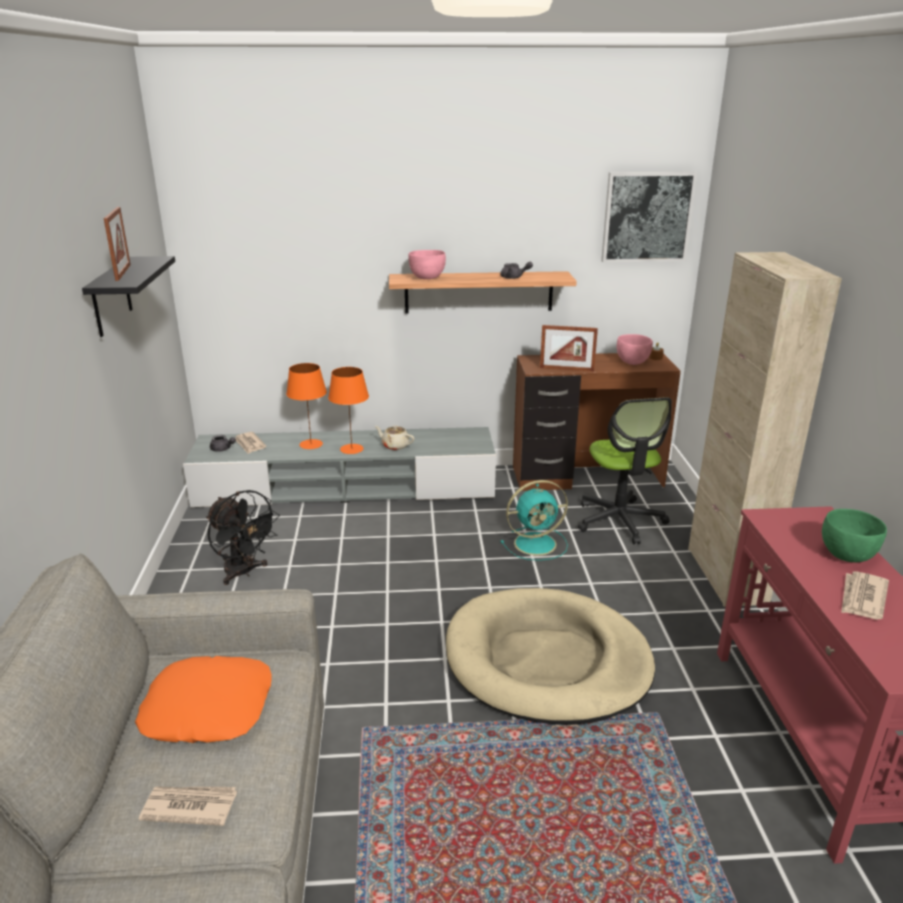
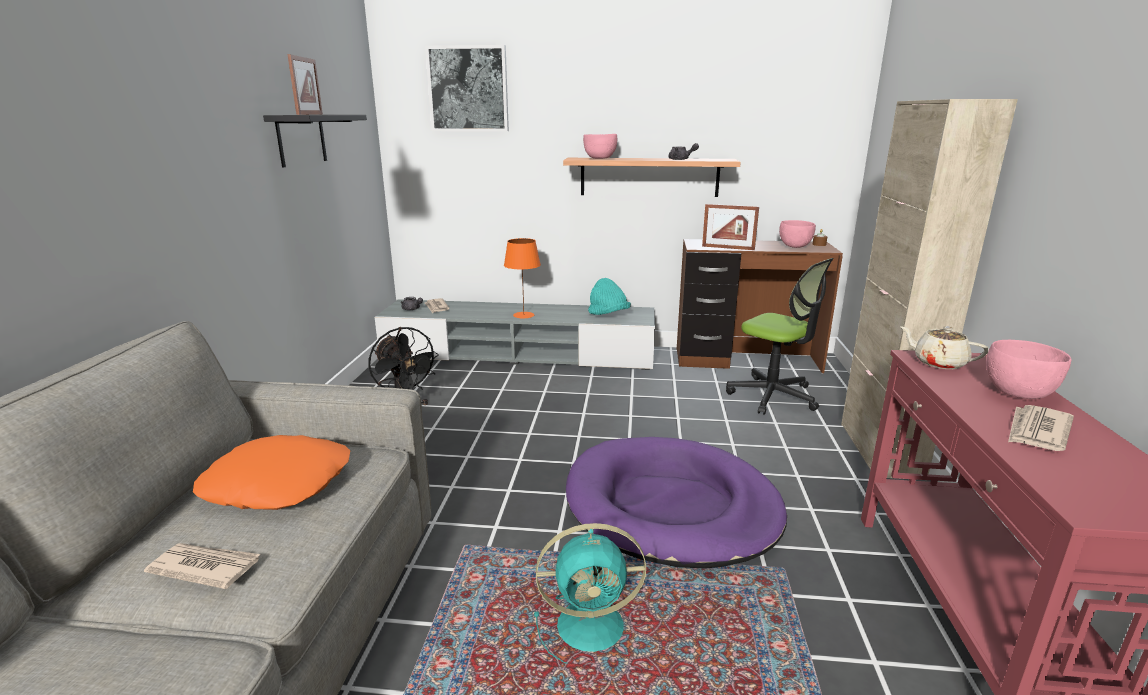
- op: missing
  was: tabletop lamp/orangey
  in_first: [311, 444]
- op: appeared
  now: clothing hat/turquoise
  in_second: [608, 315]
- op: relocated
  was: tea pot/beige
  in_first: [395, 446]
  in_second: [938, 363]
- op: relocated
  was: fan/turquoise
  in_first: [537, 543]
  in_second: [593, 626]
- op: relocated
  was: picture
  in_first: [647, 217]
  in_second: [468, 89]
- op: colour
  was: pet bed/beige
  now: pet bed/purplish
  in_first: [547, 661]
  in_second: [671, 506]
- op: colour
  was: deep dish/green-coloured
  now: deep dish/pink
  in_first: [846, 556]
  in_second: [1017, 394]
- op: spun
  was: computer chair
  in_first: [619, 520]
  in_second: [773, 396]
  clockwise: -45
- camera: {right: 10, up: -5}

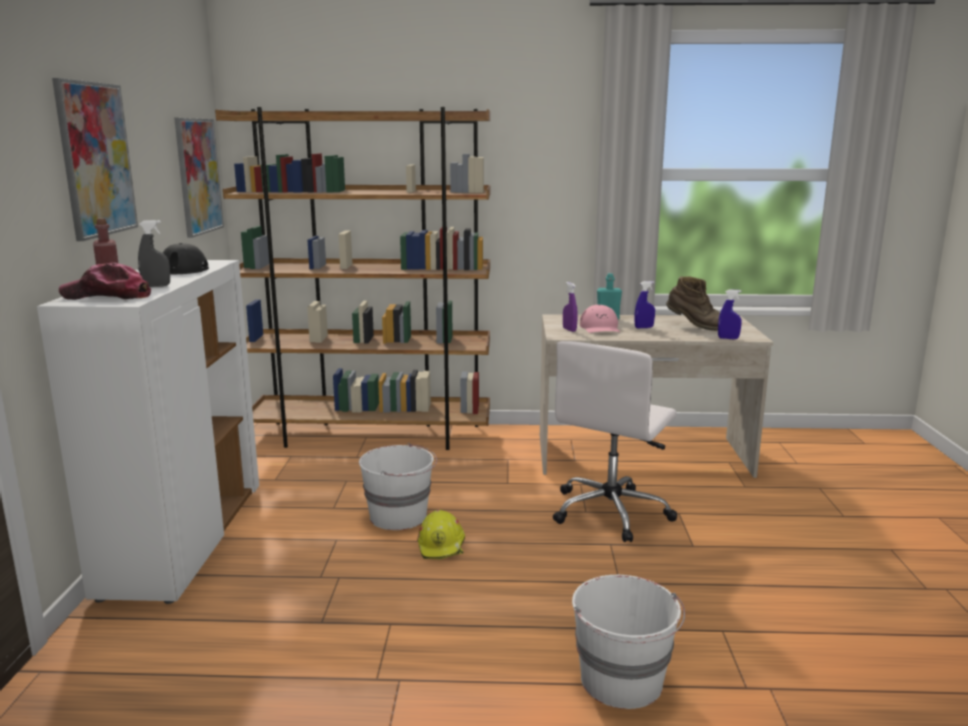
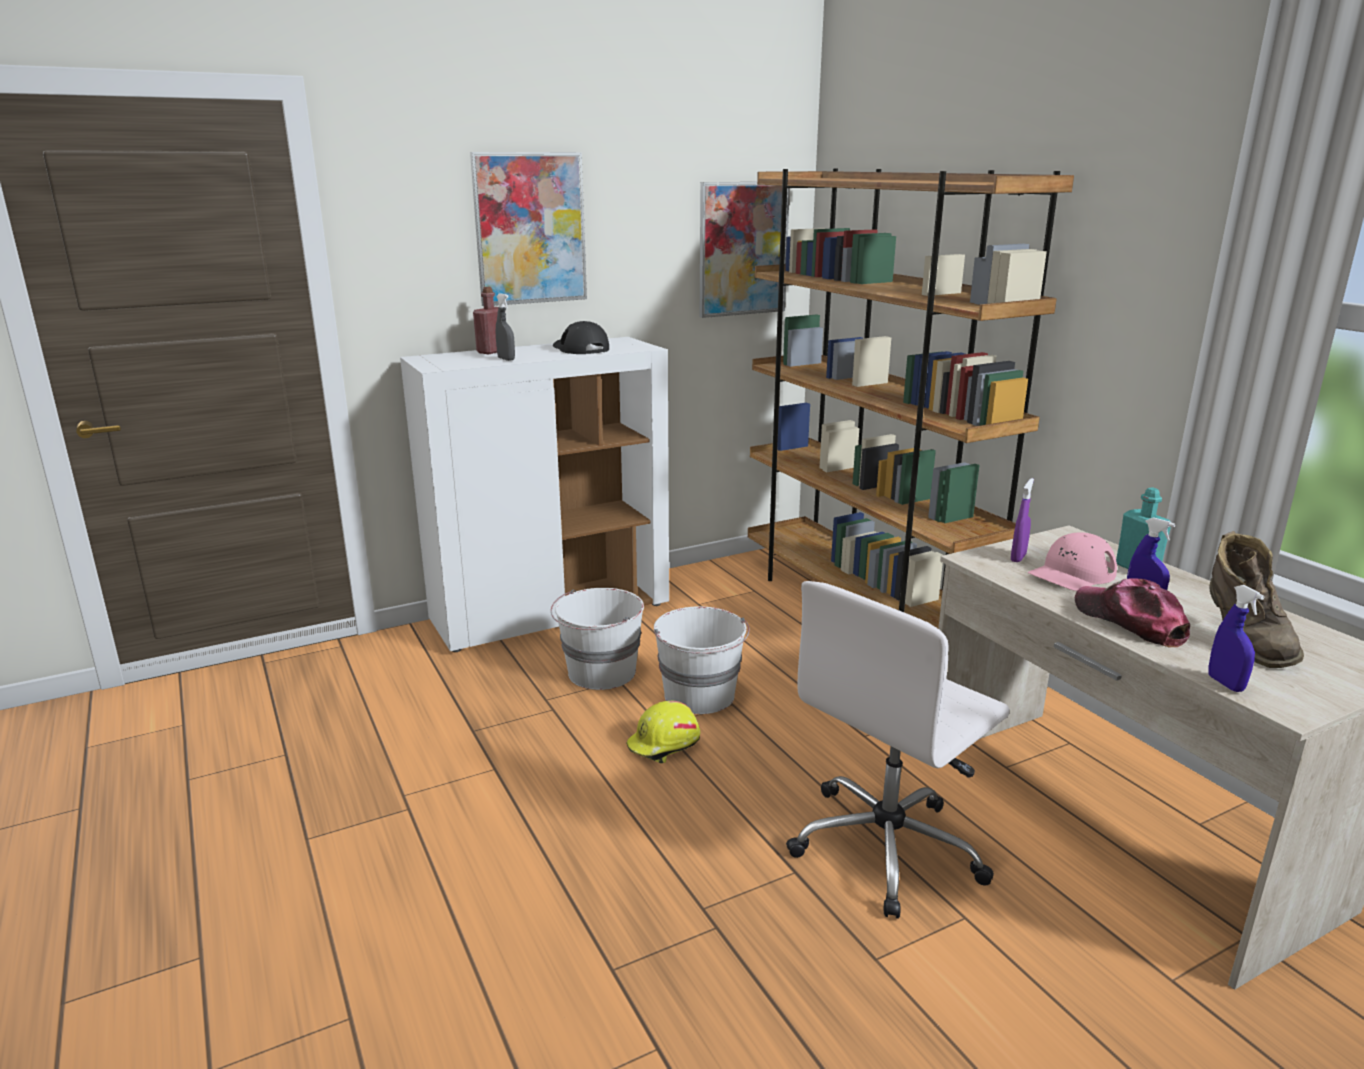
- op: relocated
  was: peaked cap
  in_first: [107, 296]
  in_second: [1130, 622]
- op: relocated
  was: pail/white
  in_first: [622, 681]
  in_second: [600, 673]
- op: spun
  was: computer chair/white
  in_first: [611, 512]
  in_second: [888, 847]
  clockwise: -45
- camera: {right: 60, up: 5}

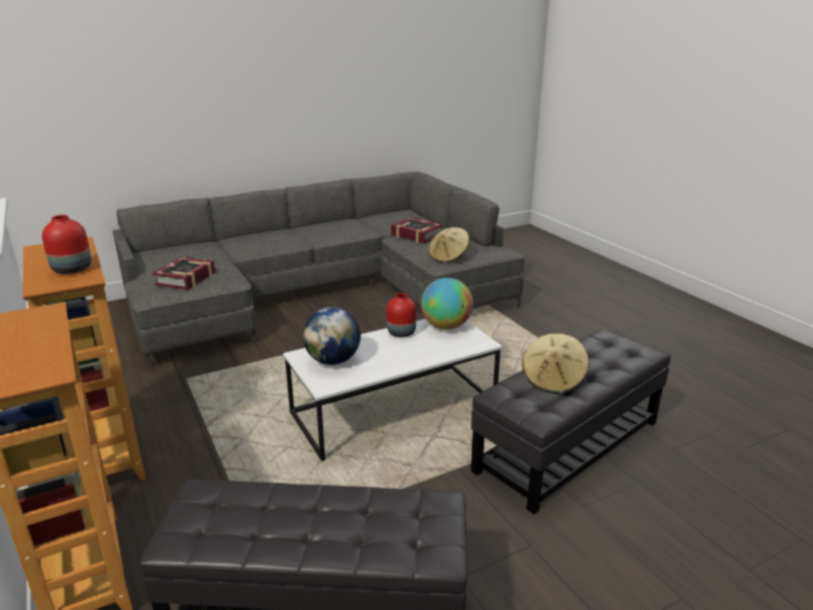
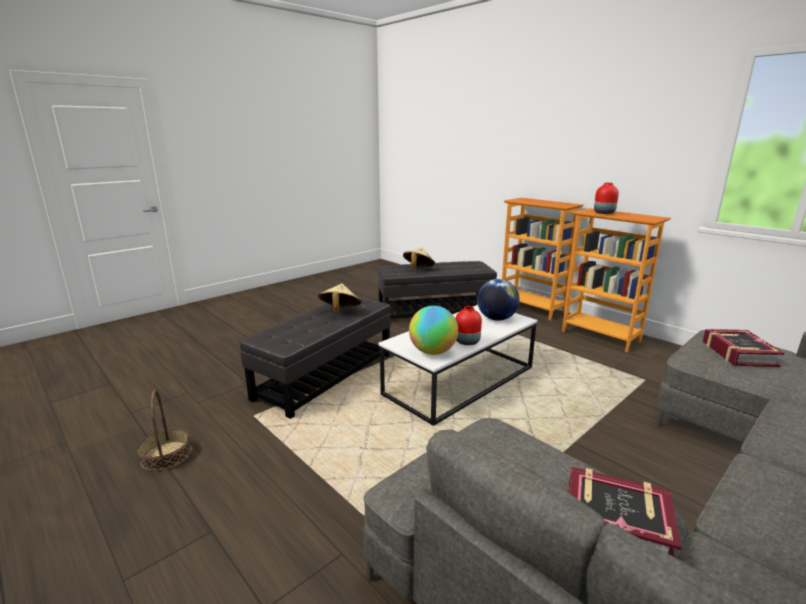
- op: appeared
  now: household basket
  in_second: [166, 455]
- op: relocated
  was: clothing hat/beige
  in_first: [448, 257]
  in_second: [418, 269]
- camera: {right: 165, up: -5}

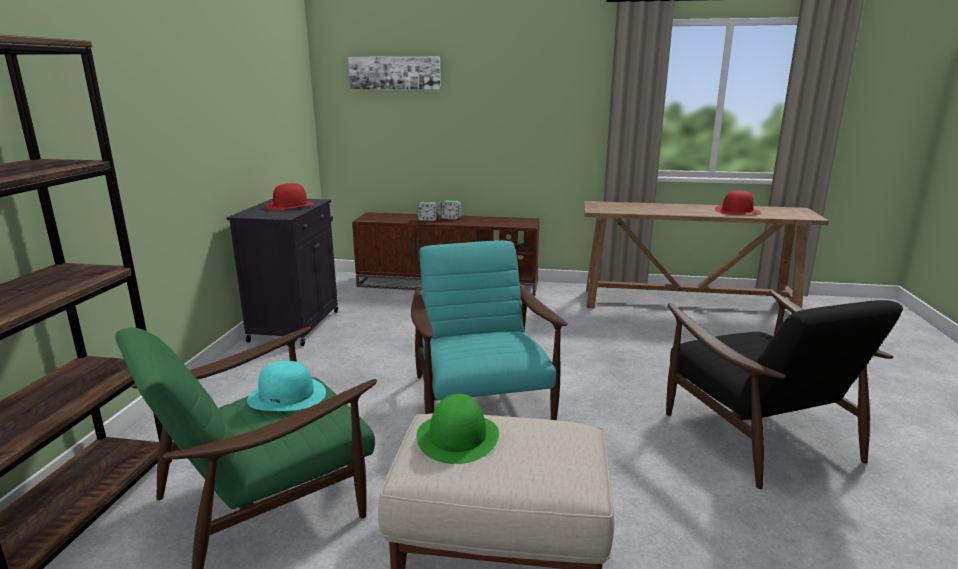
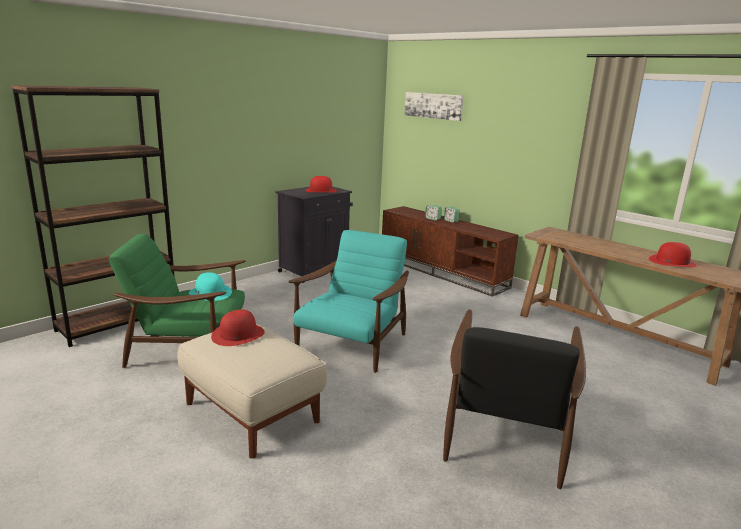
- op: colour
  was: clothing hat/green-coloured
  now: clothing hat/red
  in_first: [458, 437]
  in_second: [238, 334]
- camera: {right: 35, up: 0}

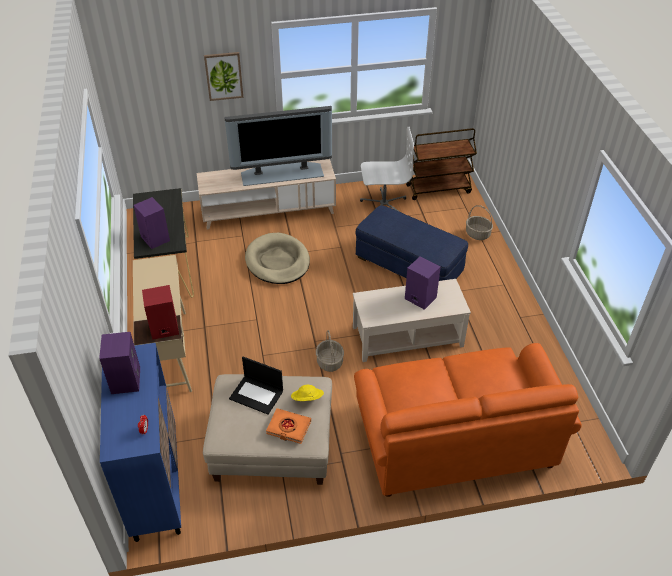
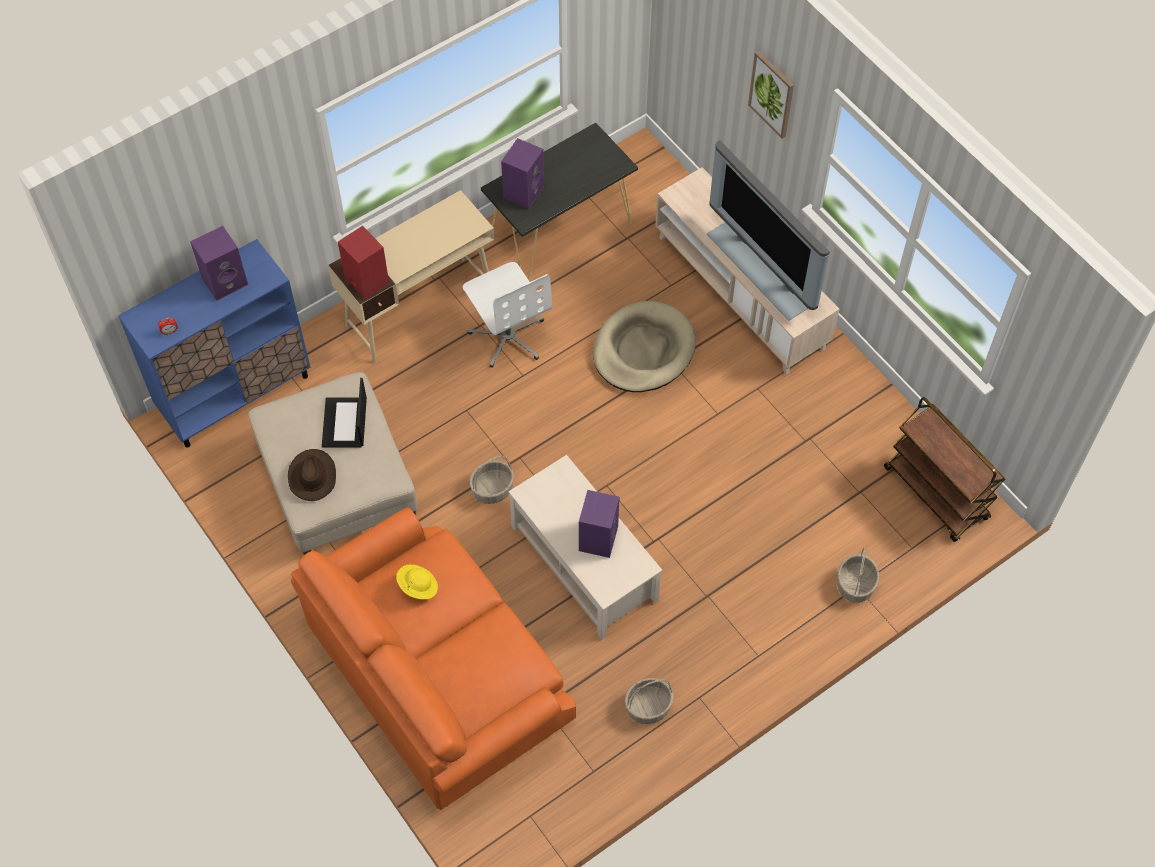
- op: missing
  was: ottoman/bluish
  in_first: [409, 265]
- op: appeared
  now: household basket
  in_second: [648, 707]
- op: relocated
  was: clothing hat/yellow
  in_first: [307, 399]
  in_second: [417, 586]
- op: relocated
  was: computer chair/white
  in_first: [383, 204]
  in_second: [508, 336]
- op: exchanged
  was: volume/orangey
  now: clothing hat/brown-coloured
  in_first: [288, 428]
  in_second: [312, 476]
- camera: {right: 65, up: 15}

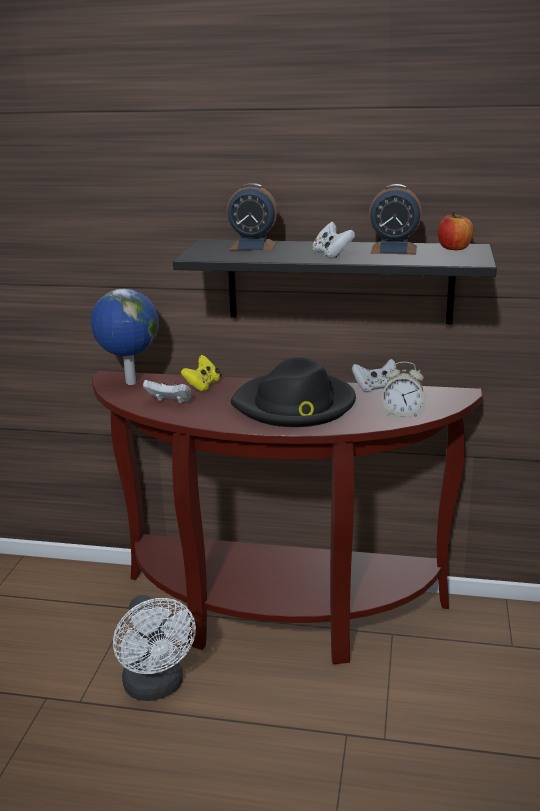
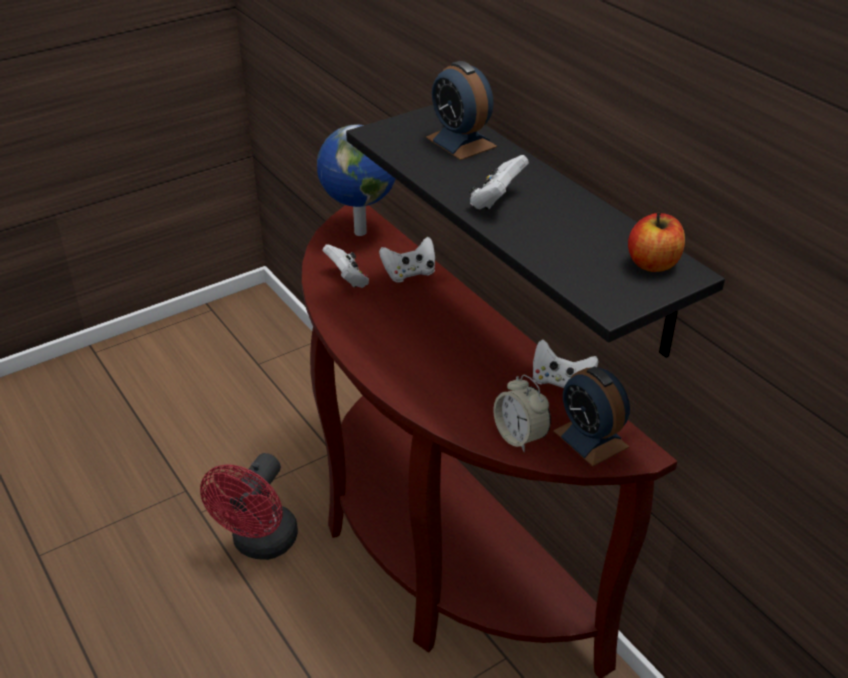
- op: missing
  was: clothing hat/black-coloured
  in_first: [295, 405]
- op: relocated
  was: alarm clock
  in_first: [394, 250]
  in_second: [590, 439]
- op: colour
  was: fan/white
  now: fan/red
  in_first: [156, 687]
  in_second: [260, 544]
- op: colour
  was: gamepad/yellow
  now: gamepad/white
  in_first: [202, 385]
  in_second: [409, 273]
- camera: {right: 45, up: 15}

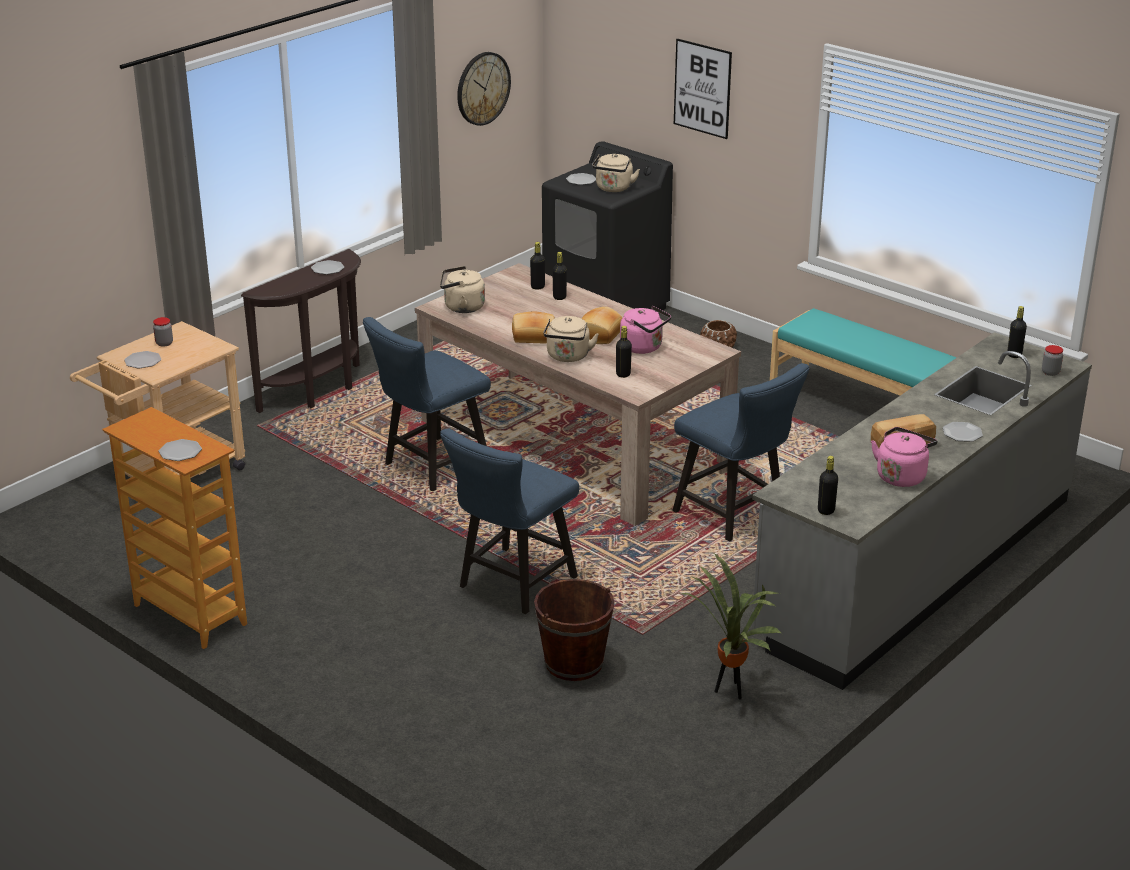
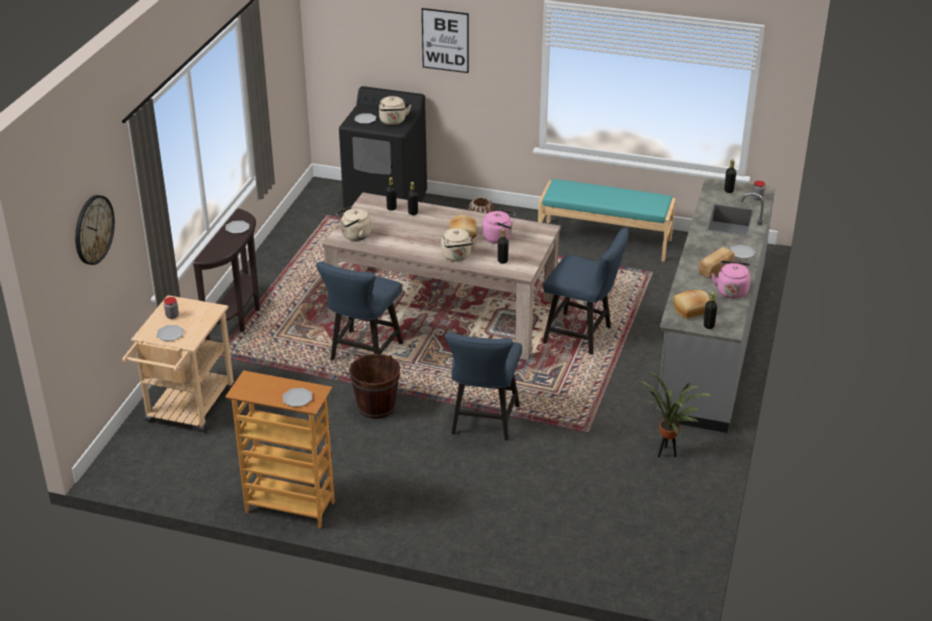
- op: relocated
  was: wall clock
  in_first: [482, 88]
  in_second: [93, 229]
- op: relocated
  was: bakery bread
  in_first: [533, 337]
  in_second: [691, 310]
- op: relocated
  was: pail/brown-coloured
  in_first: [574, 663]
  in_second: [376, 407]
- camera: {right: -25, up: 5}

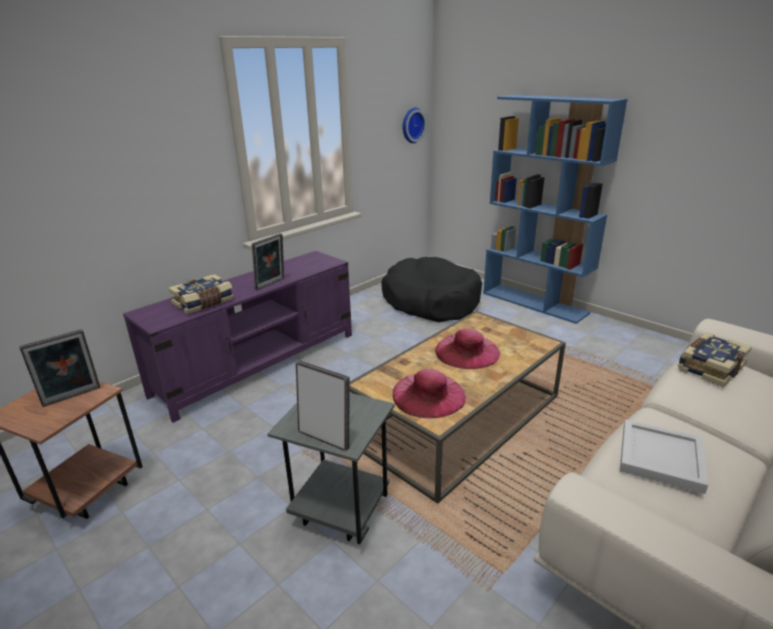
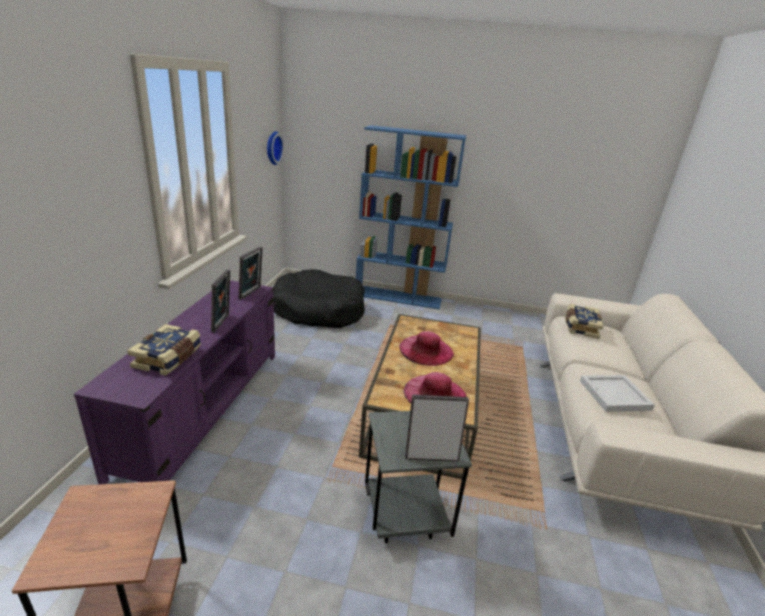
- op: relocated
  was: picture frame
  in_first: [72, 397]
  in_second: [251, 293]
- camera: {right: -35, up: 0}

